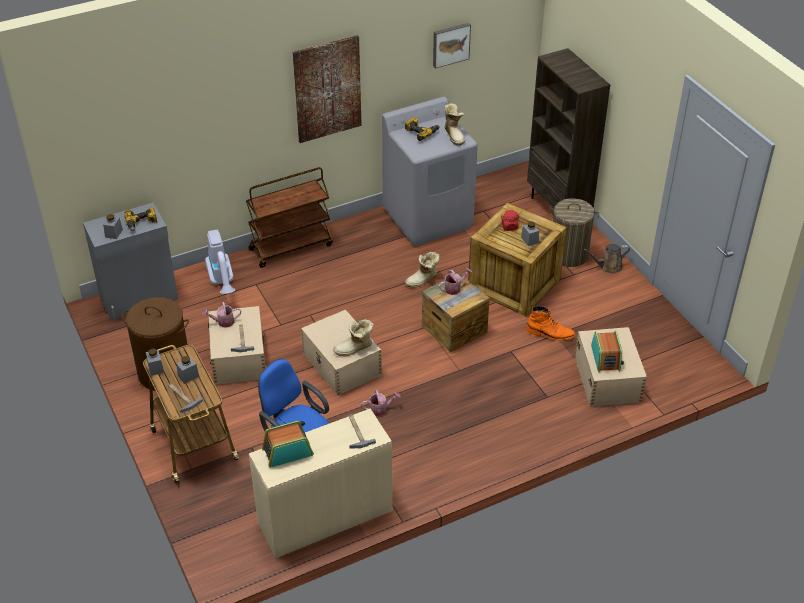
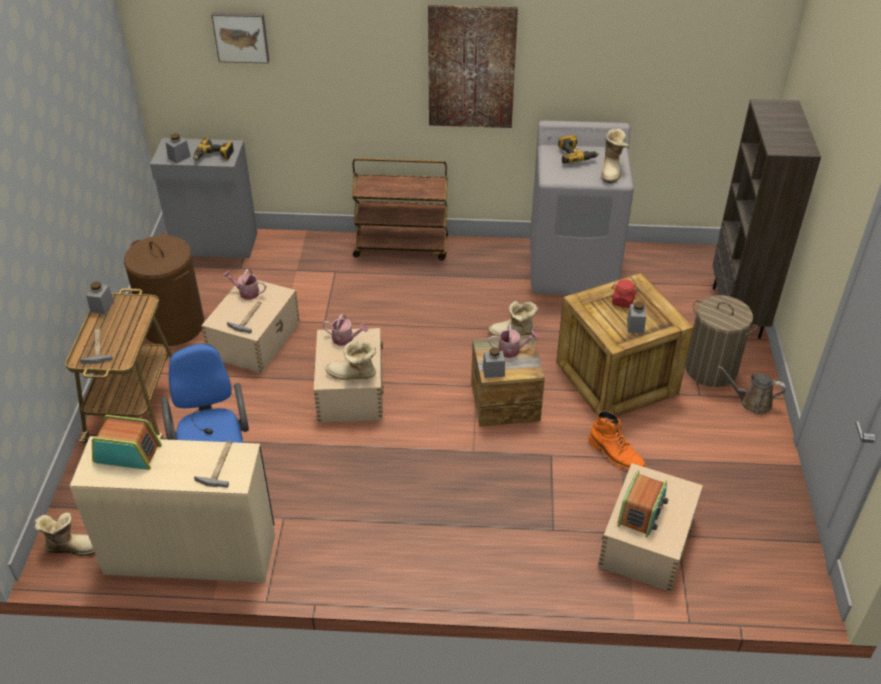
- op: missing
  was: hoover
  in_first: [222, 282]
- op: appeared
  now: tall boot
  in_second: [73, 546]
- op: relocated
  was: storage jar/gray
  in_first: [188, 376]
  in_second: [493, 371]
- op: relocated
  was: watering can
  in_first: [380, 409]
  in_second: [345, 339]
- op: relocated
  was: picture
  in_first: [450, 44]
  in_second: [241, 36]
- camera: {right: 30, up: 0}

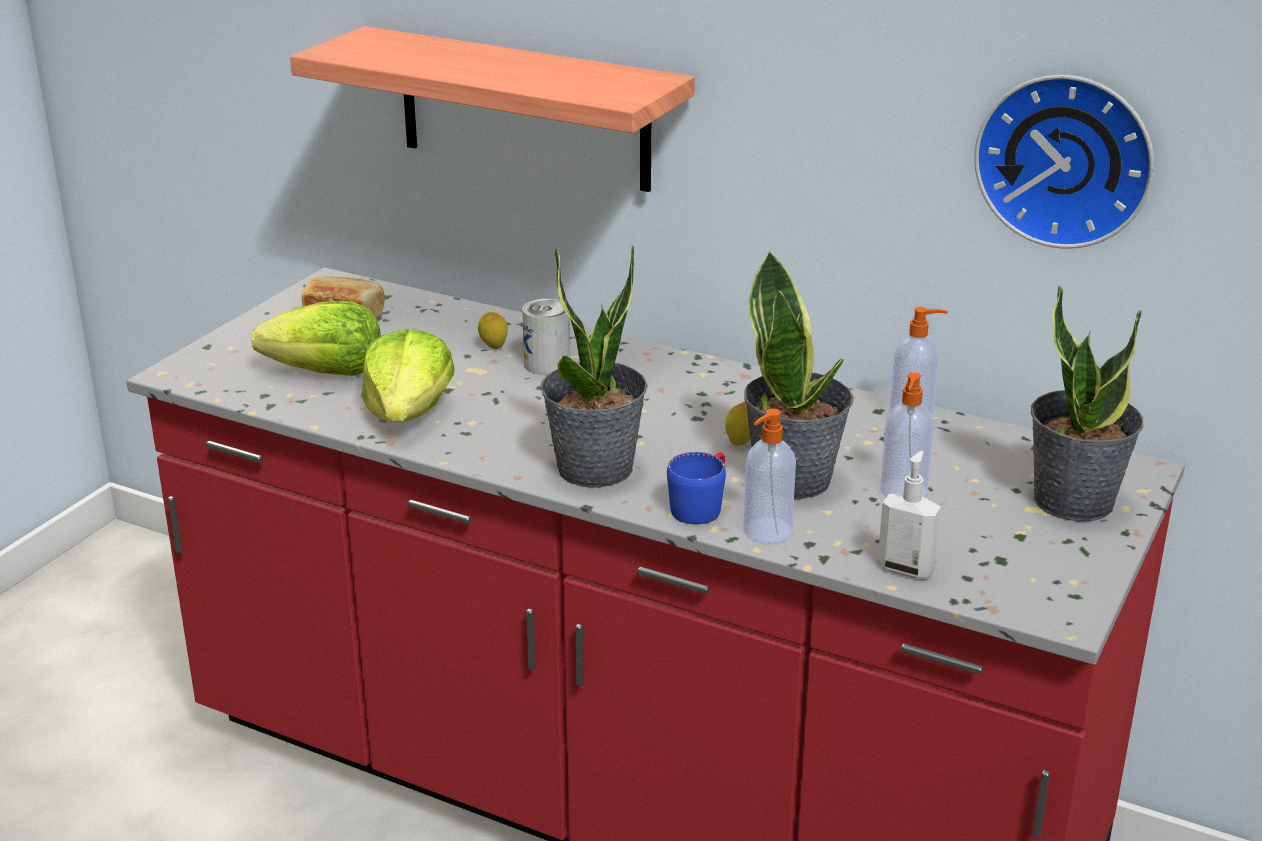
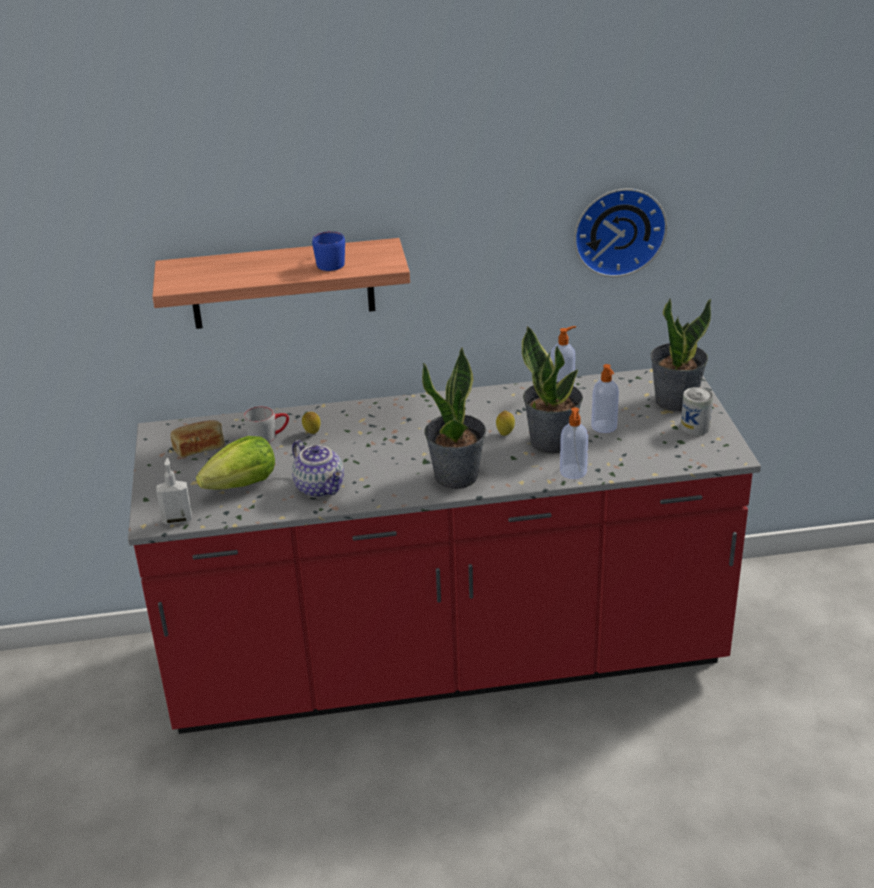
- op: appeared
  now: coffee mug/gray
  in_second: [268, 436]
- op: relocated
  was: metal can
  in_first: [547, 364]
  in_second: [695, 427]
- op: relocated
  was: coffee mug/bluish
  in_first: [701, 505]
  in_second: [330, 262]
- op: relocated
  was: liquid soap bottle
  in_first: [906, 568]
  in_second: [177, 519]
- op: exchanged
  was: head of lettuce
  now: tea pot
  in_first: [408, 412]
  in_second: [321, 488]
- camera: {right: -35, up: 5}

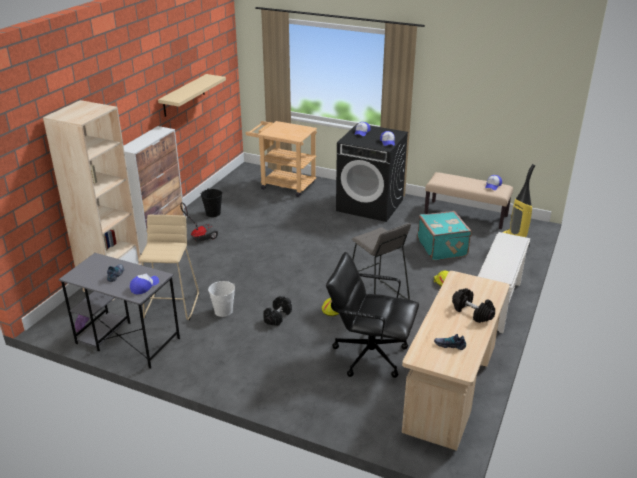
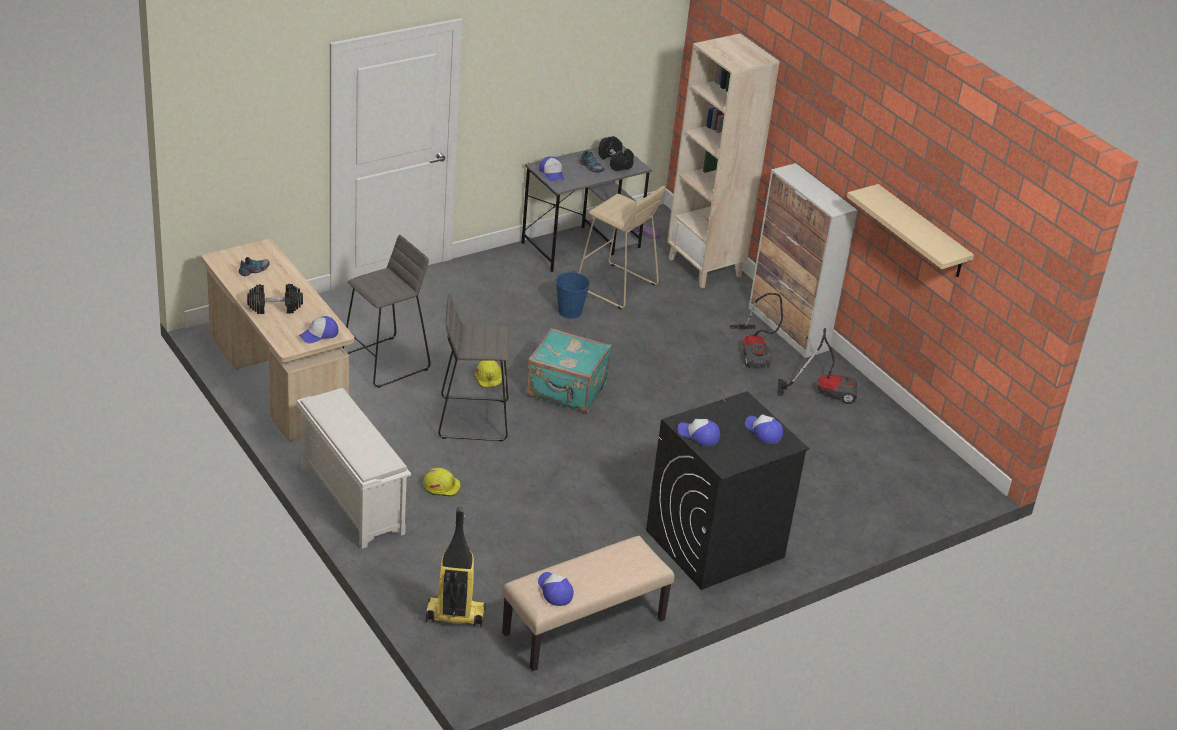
- op: missing
  was: wheeled cart/beige
  in_first: [283, 184]
- op: appeared
  now: peaked cap
  in_second: [319, 334]
- op: relocated
  was: free weight/black-coloured
  in_first: [277, 317]
  in_second: [615, 162]
- op: relocated
  was: travel case/turquoise
  in_first: [442, 248]
  in_second: [566, 391]
- op: exchanged
  was: pail/black-coloured
  now: hoover
  in_first: [213, 213]
  in_second: [824, 392]
- op: exchanged
  was: computer chair/black-coloured
  now: stool/gray
  in_first: [369, 354]
  in_second: [386, 362]
- op: colour
  was: pail/white
  now: pail/bluish
  in_first: [223, 311]
  in_second: [570, 311]
- camera: {right: 120, up: 5}

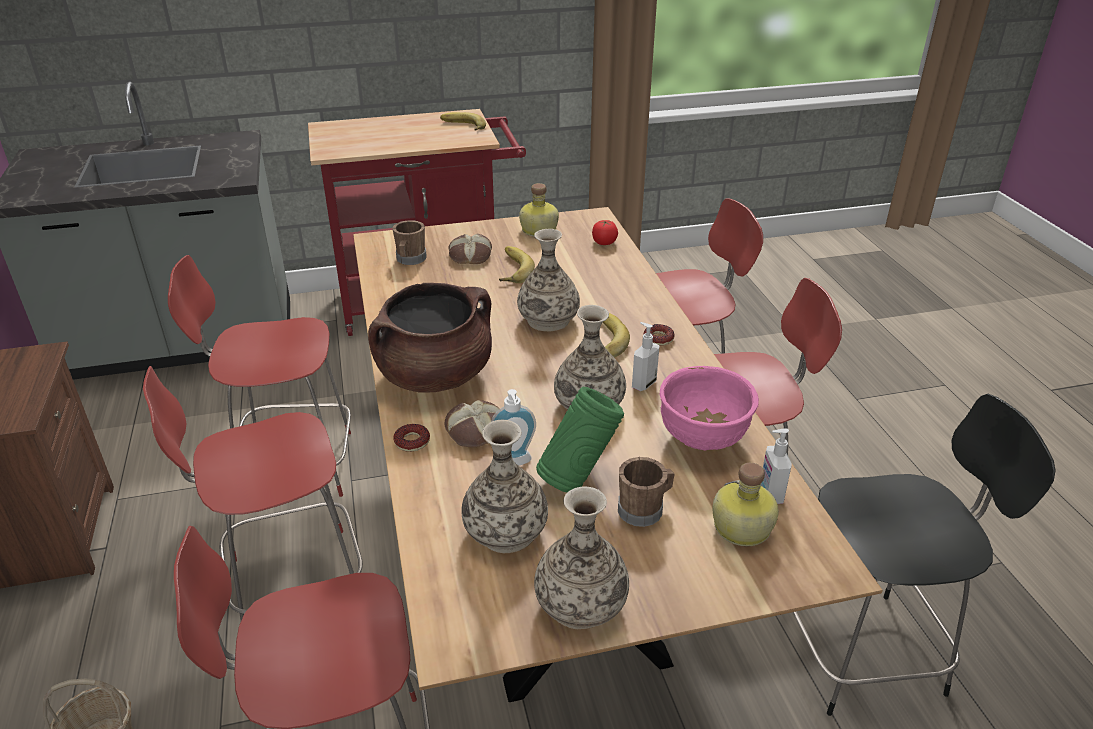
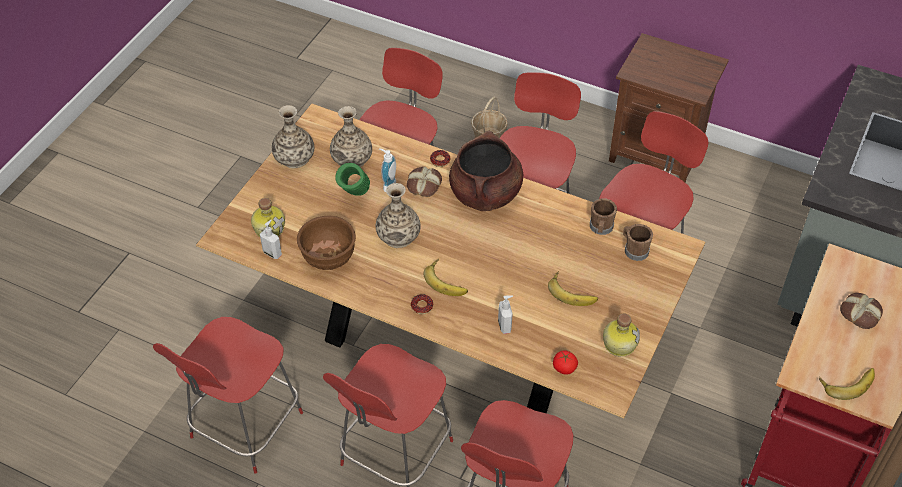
- op: missing
  was: flower vase
  in_first: [548, 320]
- op: relocated
  was: bakery bread
  in_first: [470, 255]
  in_second: [860, 313]
- op: relocated
  was: coffee mug/brown-coloured
  in_first: [644, 509]
  in_second: [601, 228]
- op: relocated
  was: liquid soap bottle
  in_first: [643, 384]
  in_second: [505, 326]
- op: colour
  was: deep dish/pink
  now: deep dish/brown-coloured
  in_first: [702, 439]
  in_second: [328, 258]
- op: colour
  was: chair/black-coloured
  now: chair/red
  in_first: [865, 651]
  in_second: [244, 428]
- camera: {right: 130, up: 15}

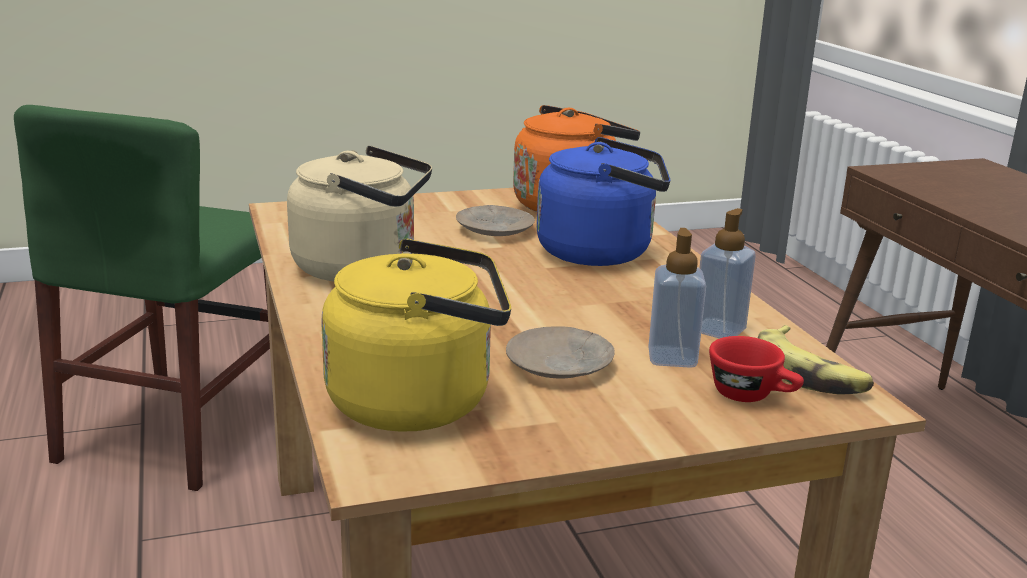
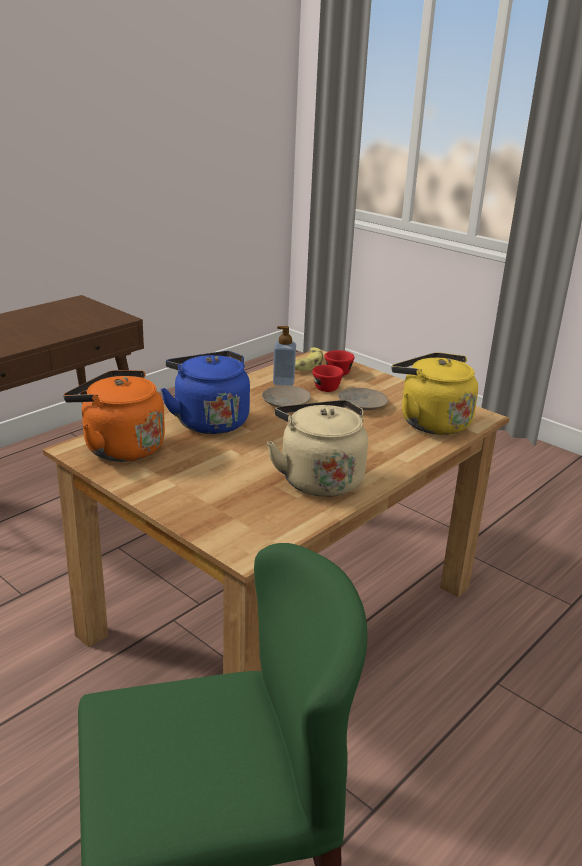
- op: relocated
  was: dinner plate/beige
  in_first: [494, 229]
  in_second: [285, 402]
- op: exchanged
  was: liquid soap bottle
  now: drinking cup/red
  in_first: [672, 358]
  in_second: [324, 387]
- camera: {right: -120, up: 5}

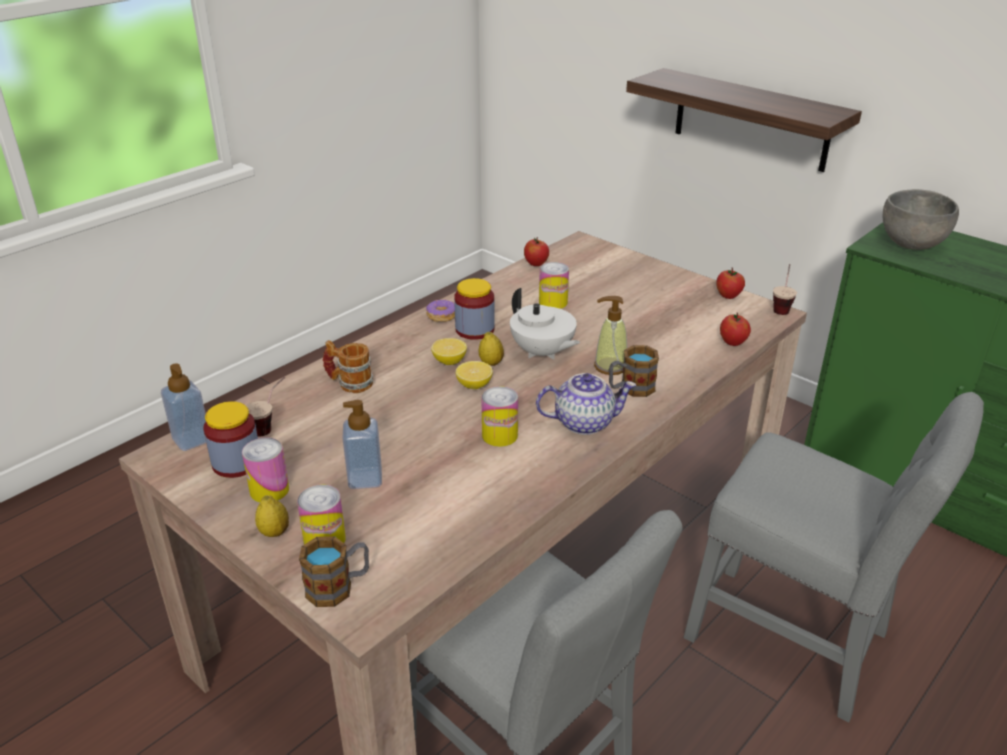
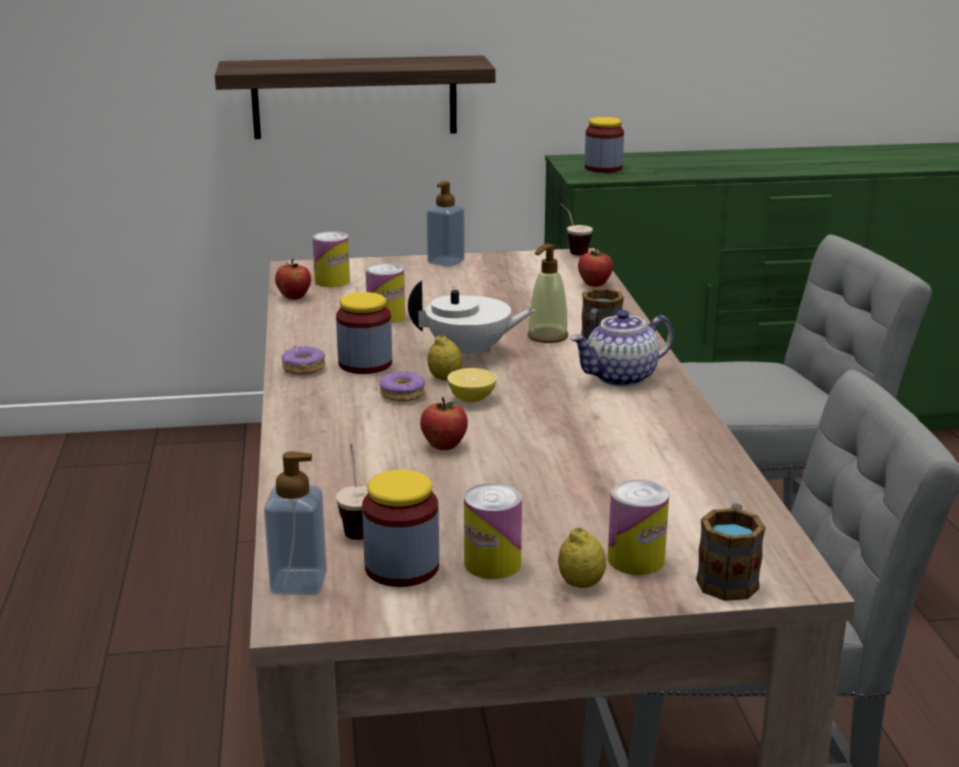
- op: missing
  was: coffee mug
  in_first: [349, 383]
- op: relocated
  was: liquid soap bottle
  in_first: [365, 478]
  in_second: [446, 262]
- op: relocated
  was: metal can
  in_first: [499, 435]
  in_second: [332, 281]
- op: relocated
  was: whole apple
  in_first: [728, 296]
  in_second: [444, 446]
- op: exchanged
  was: citrus fruit
  now: ring doughnut
  in_first: [449, 361]
  in_second: [403, 394]
- op: exchanged
  was: deep dish/gray
  now: storage jar
  in_first: [911, 244]
  in_second: [603, 168]
- op: spun
  was: tea pot
  in_first: [584, 422]
  in_second: [621, 378]
  clockwise: -150
- camera: {right: -50, up: -10}

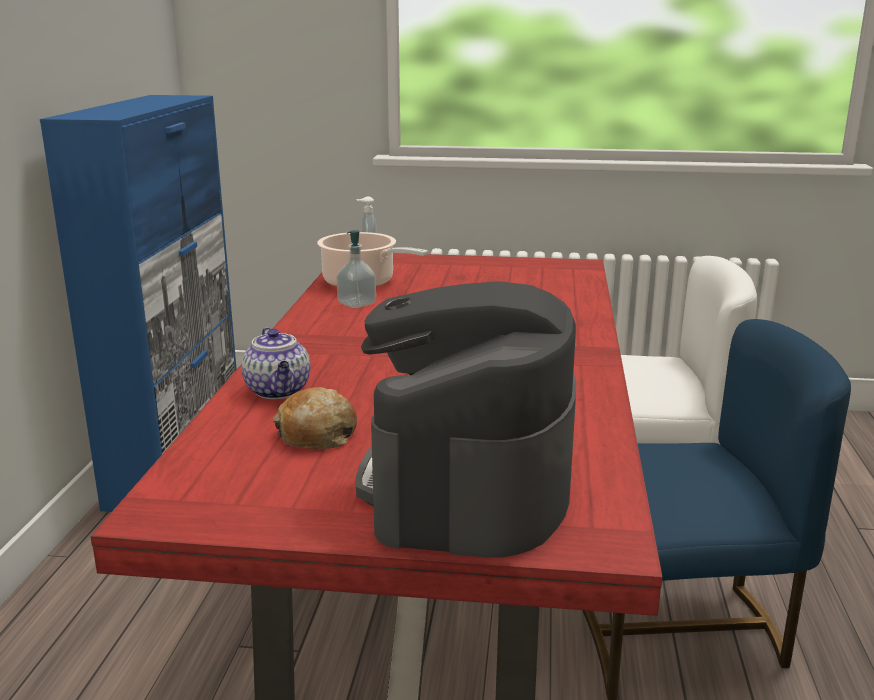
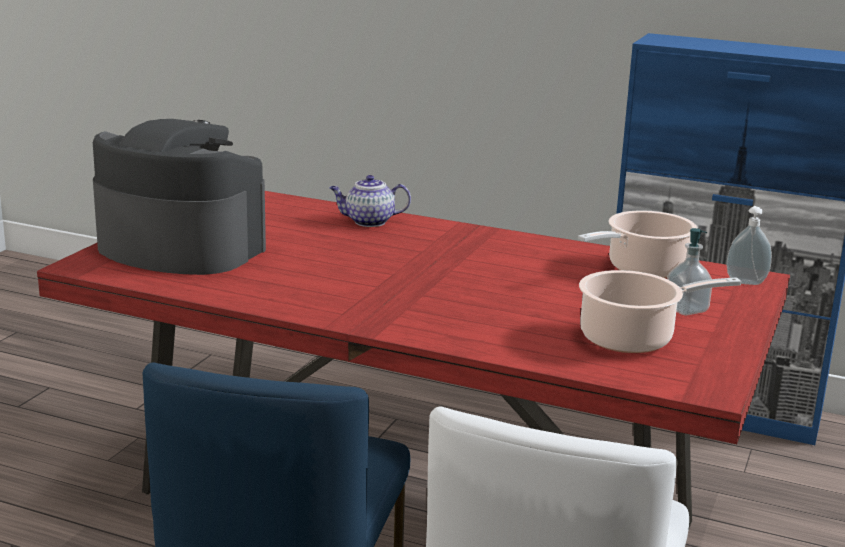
- op: missing
  was: bakery bread
  in_first: [316, 434]
- op: appeared
  now: stockpot
  in_second: [633, 338]
- op: relocated
  was: liquid soap bottle
  in_first: [357, 303]
  in_second: [686, 309]
- camera: {right: 105, up: 0}

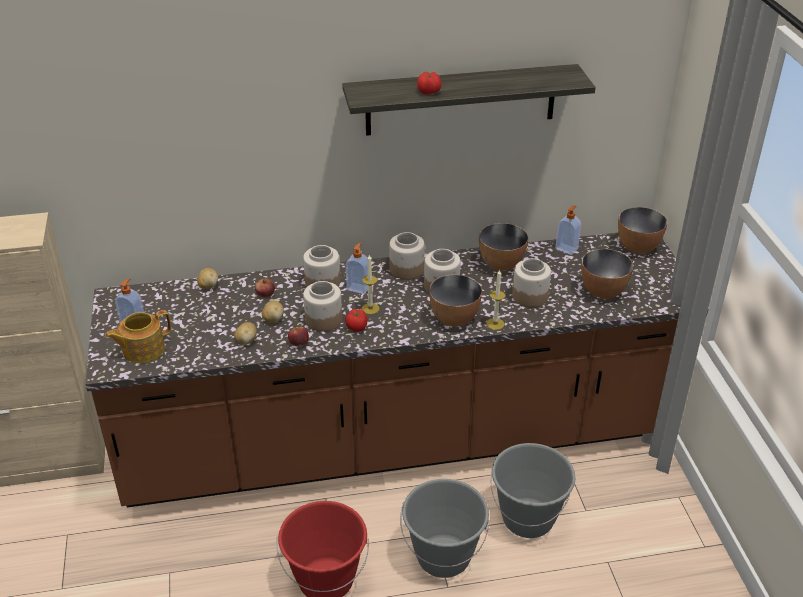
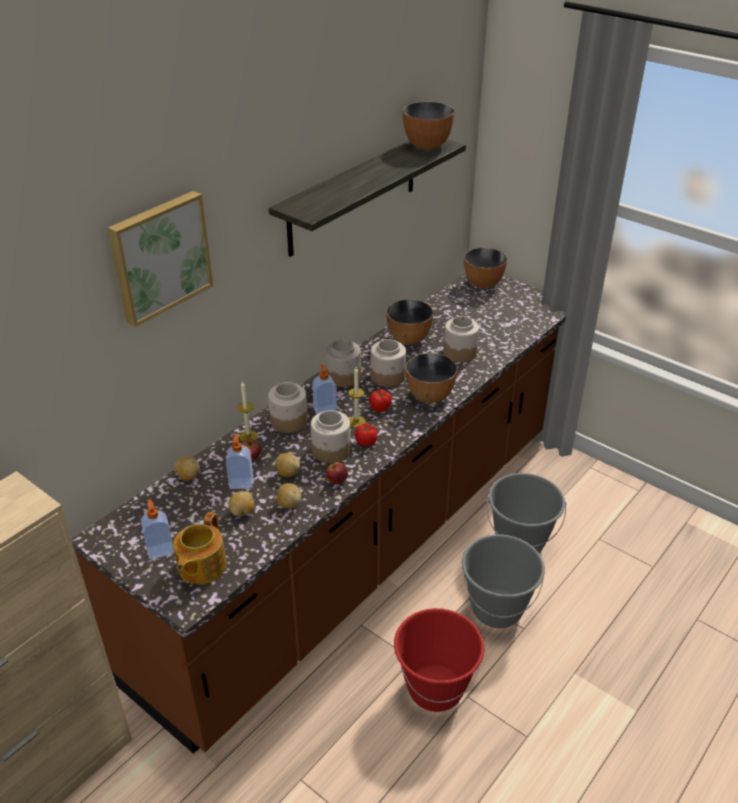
- op: appeared
  now: picture
  in_second: [159, 256]
- op: appeared
  now: potato
  in_second: [242, 512]
- op: relocated
  was: fresh tomato
  in_first: [429, 92]
  in_second: [380, 407]
- op: relocated
  was: wax candle
  in_first: [495, 324]
  in_second: [248, 436]
- op: relocated
  was: liquid soap bottle
  in_first: [567, 248]
  in_second: [241, 482]
- op: relocated
  was: deep dish
  in_first: [603, 292]
  in_second: [427, 145]
- camera: {right: -40, up: 0}

